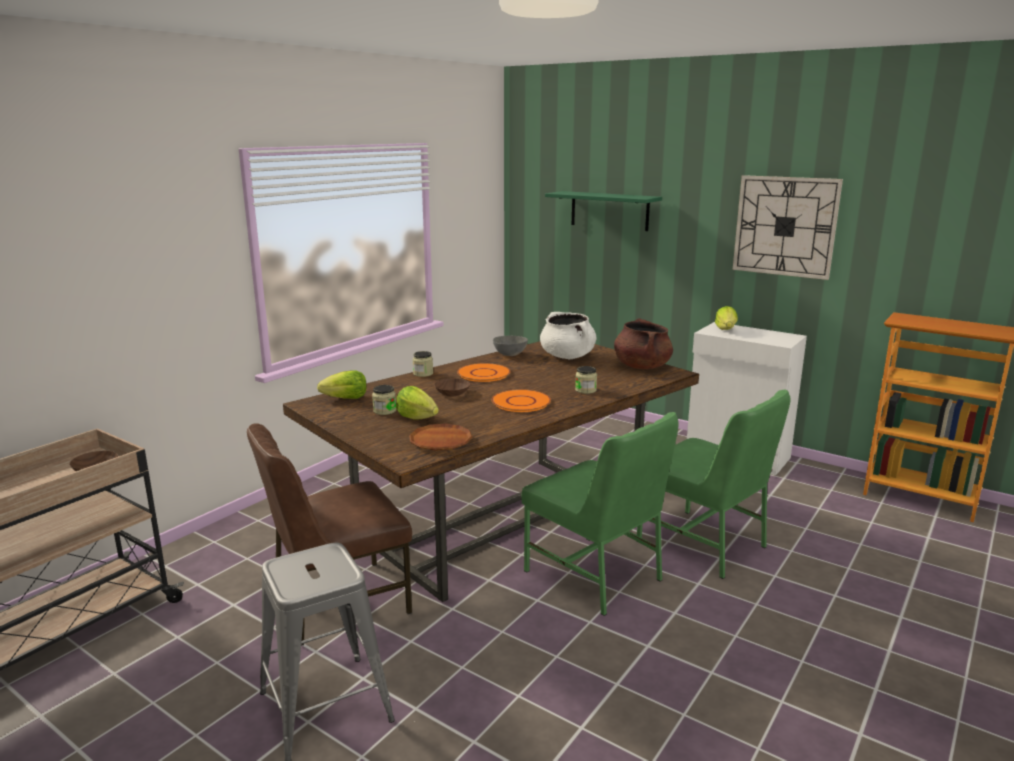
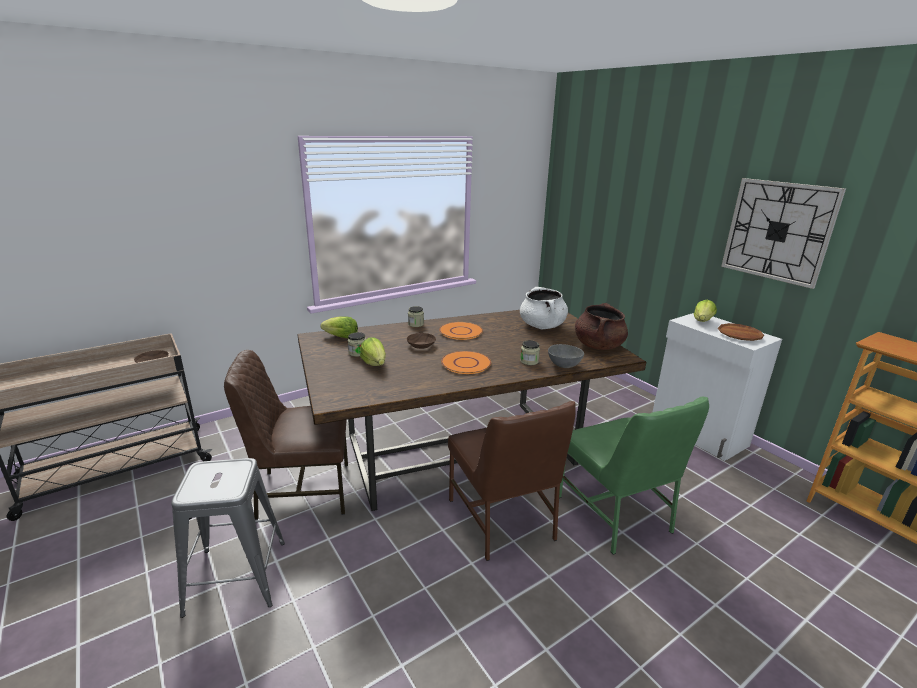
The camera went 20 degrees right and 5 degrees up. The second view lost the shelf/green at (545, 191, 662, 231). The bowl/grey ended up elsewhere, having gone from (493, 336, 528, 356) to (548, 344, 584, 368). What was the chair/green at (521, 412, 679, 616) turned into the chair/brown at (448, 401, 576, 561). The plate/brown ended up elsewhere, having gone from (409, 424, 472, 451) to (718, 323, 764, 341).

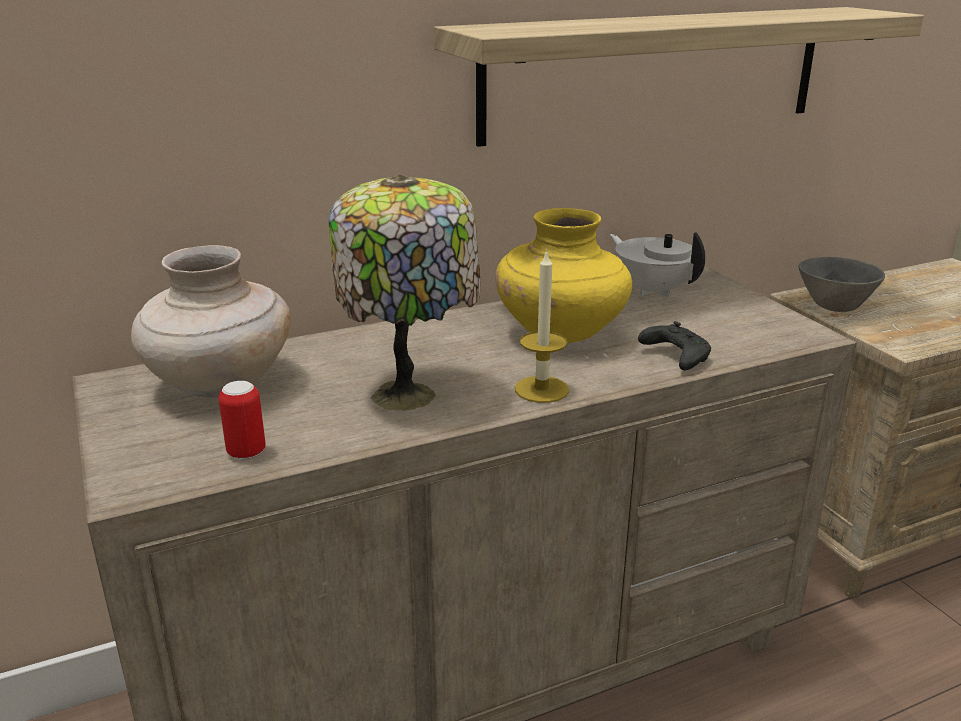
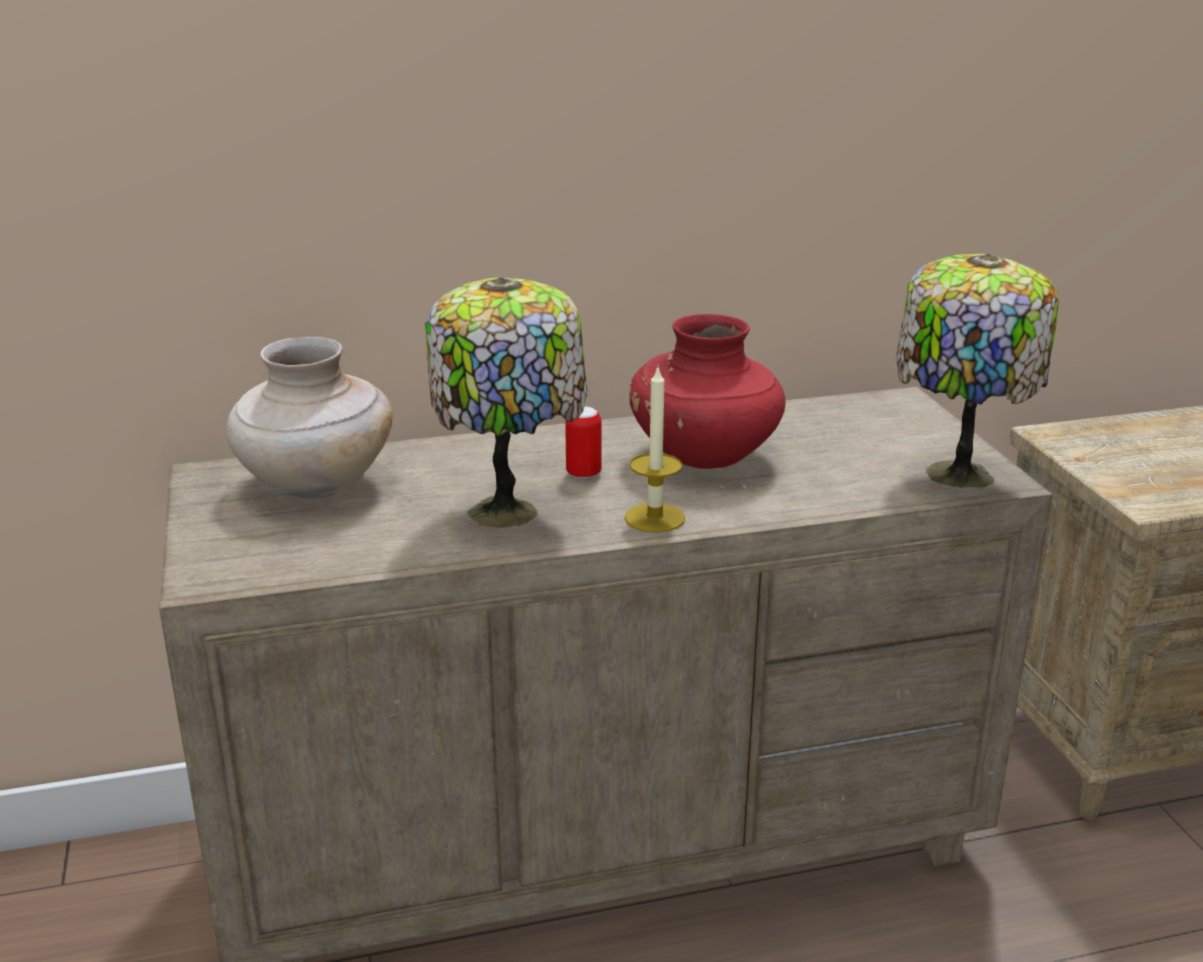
The camera went 10 degrees right and 0 degrees up. The second view lost the shelf at (434, 7, 924, 147). What was the vase/yellow at (495, 208, 632, 343) turned into the vase/red at (629, 314, 786, 469). The second view lost the teapot/white at (610, 232, 705, 297). The second view lost the bowl/grey at (799, 257, 885, 312). The second view lost the game controller/black at (638, 321, 711, 371). The can ended up elsewhere, having gone from (219, 381, 266, 460) to (565, 406, 601, 479). The second view gained the table lamp at (896, 254, 1059, 488).

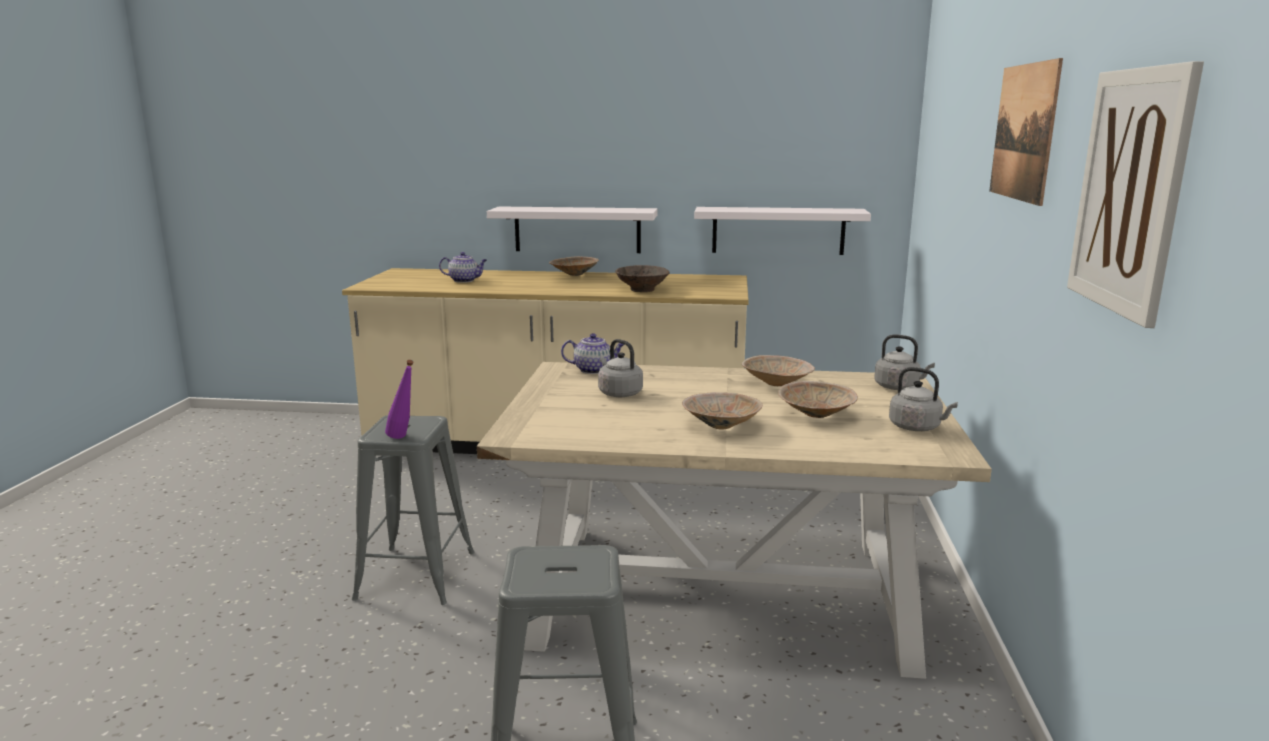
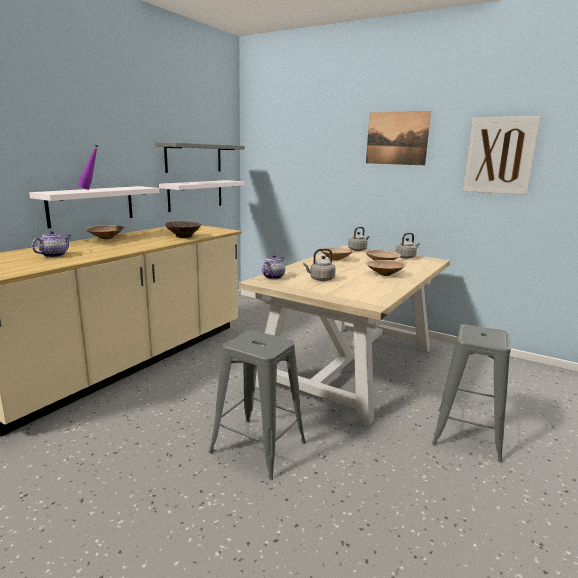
The camera went 65 degrees left and 0 degrees up. The bottle/purple ended up elsewhere, having gone from (385, 360, 413, 439) to (78, 145, 98, 190). The second view gained the shelf/grey at (156, 142, 245, 173).

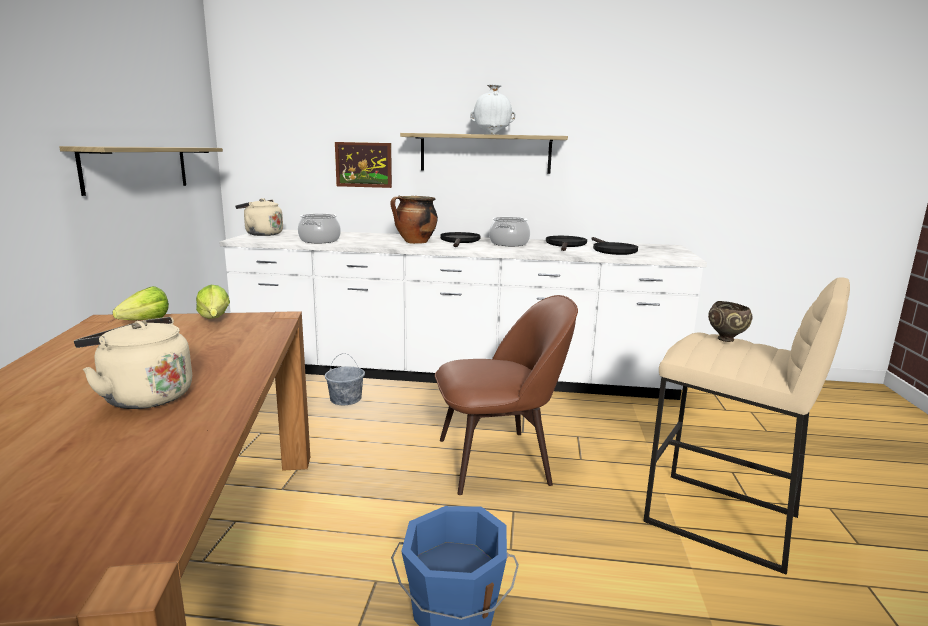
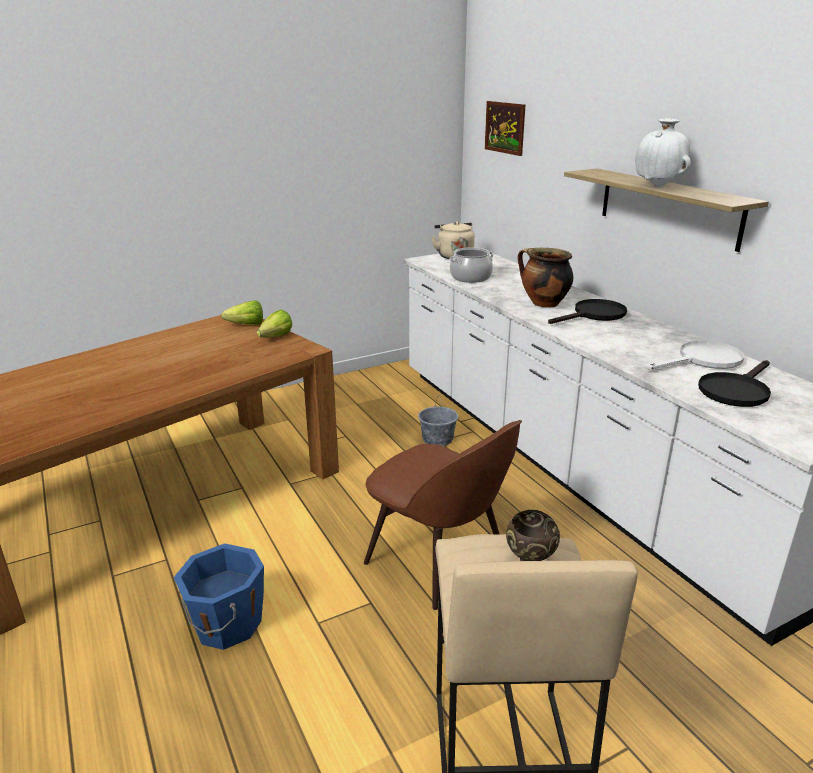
The camera went 55 degrees right and 10 degrees up. The picture ended up elsewhere, having gone from (335, 142, 392, 188) to (485, 101, 525, 156). The second view lost the shelf at (59, 146, 223, 196). The second view lost the cooking pot at (489, 217, 530, 246). What was the frying pan/black at (546, 236, 587, 251) turned into the frying pan/white at (647, 340, 744, 370). The second view lost the kettle/beige at (74, 317, 192, 409).

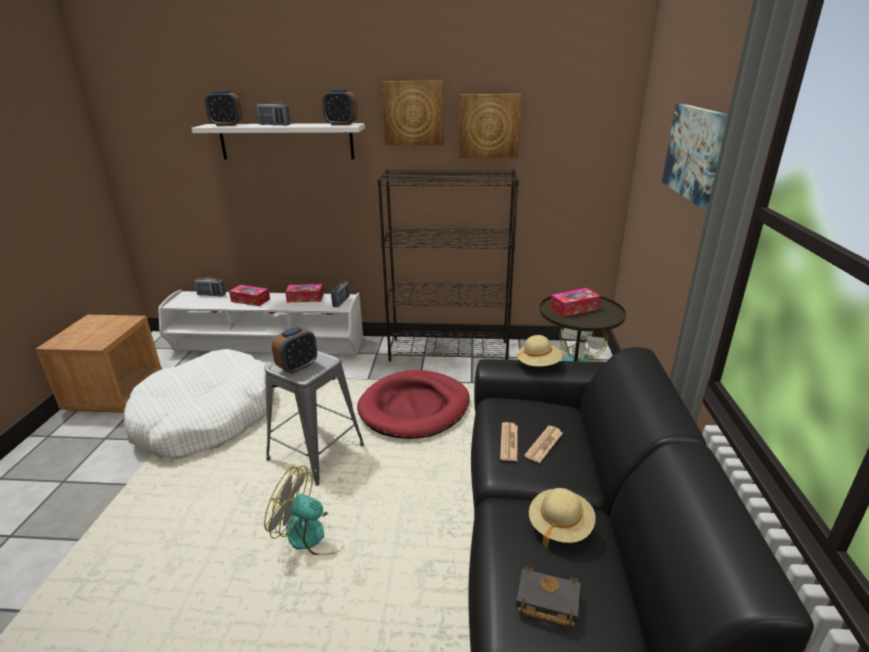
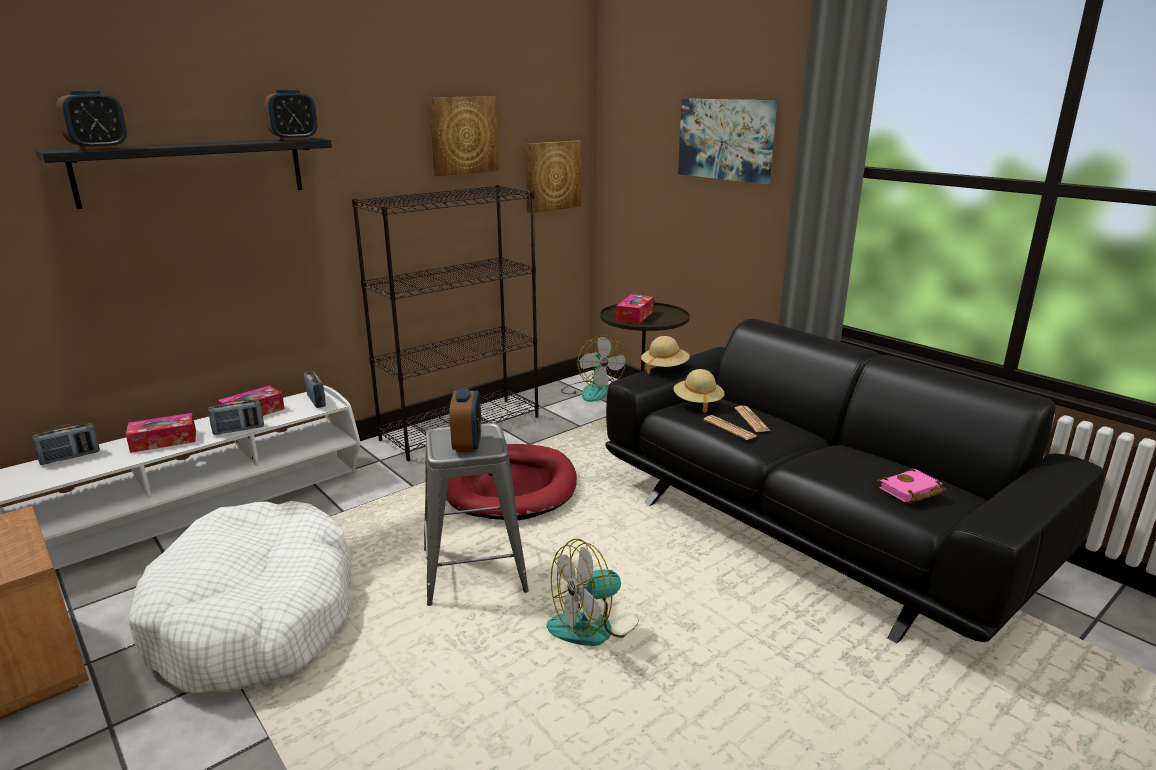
The camera went 45 degrees left and 5 degrees down. The picture ended up elsewhere, having gone from (382, 80, 444, 145) to (526, 140, 581, 213). The radio ended up elsewhere, having gone from (256, 101, 291, 126) to (208, 399, 264, 435). What was the shelf/white at (191, 123, 365, 160) turned into the shelf/black at (35, 138, 332, 209). The hat/beige ended up elsewhere, having gone from (529, 488, 596, 548) to (674, 369, 725, 413). What was the book/black at (516, 566, 580, 627) turned into the book/pink at (877, 468, 946, 504).

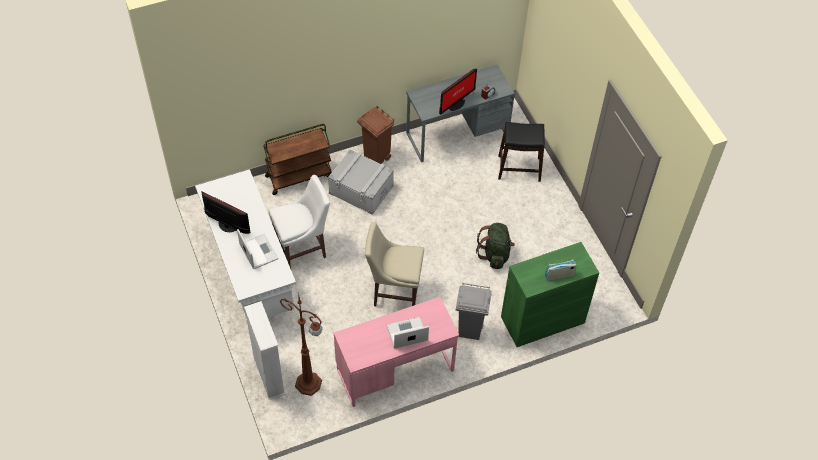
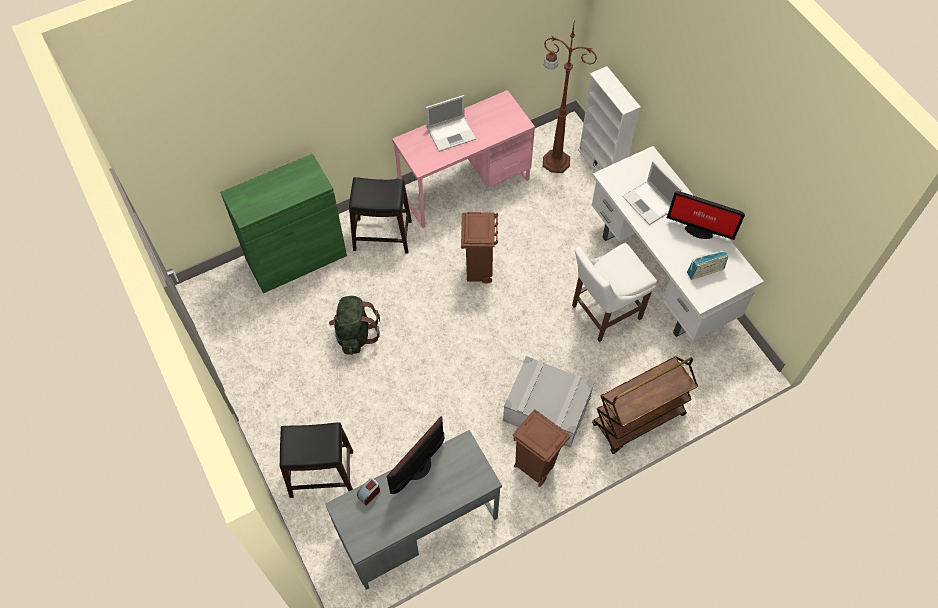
The camera went 175 degrees right and 5 degrees up. Where the chair/beige stood at (365, 222, 424, 306), the trash can/brown came to stand at (461, 212, 498, 284). The radio ended up elsewhere, having gone from (545, 259, 577, 281) to (687, 250, 728, 280). Where the trash can/grey stood at (456, 283, 492, 340), the stool/black came to stand at (349, 177, 412, 254).

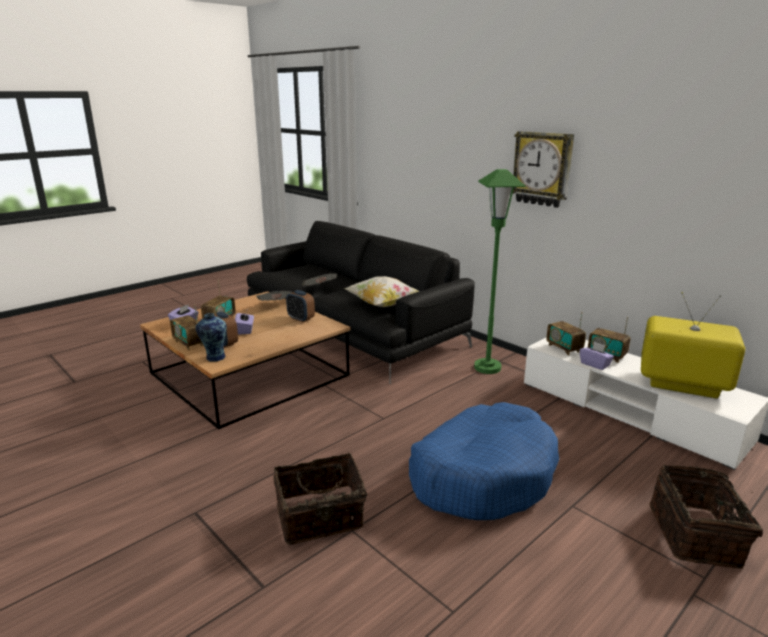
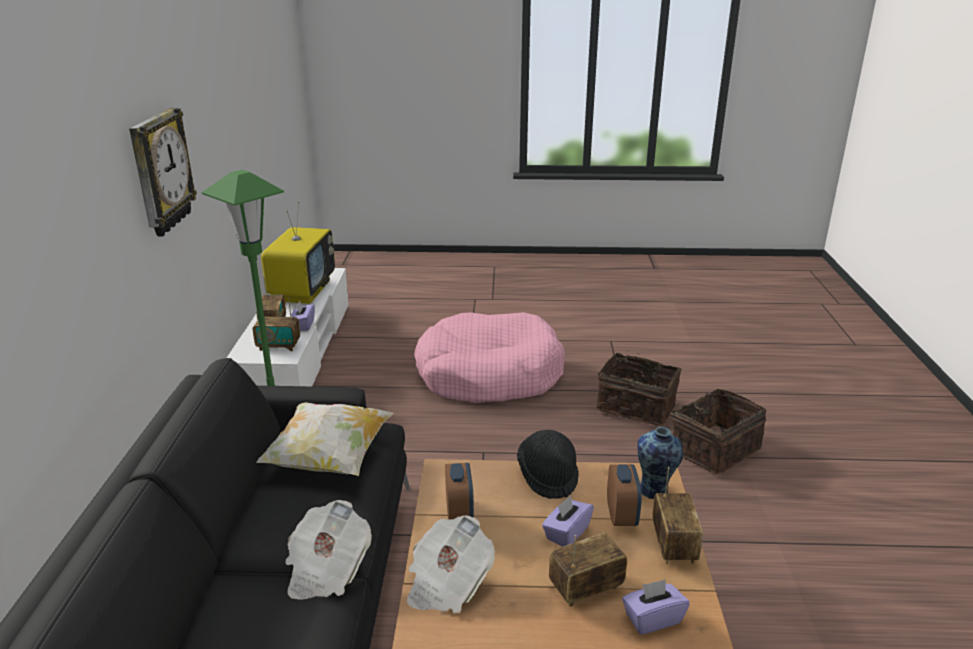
The camera went 135 degrees left and 5 degrees up. The television at (641, 292, 745, 398) ended up facing another way, 150 degrees counterclockwise from before. The radio at (546, 312, 586, 355) ended up facing another way, 75 degrees clockwise from before. What was the dog bed/blue at (409, 402, 559, 520) turned into the dog bed/pink at (414, 312, 565, 403). The basket ended up elsewhere, having gone from (649, 465, 763, 569) to (663, 389, 766, 474). The second view gained the hat/black at (517, 430, 579, 499).

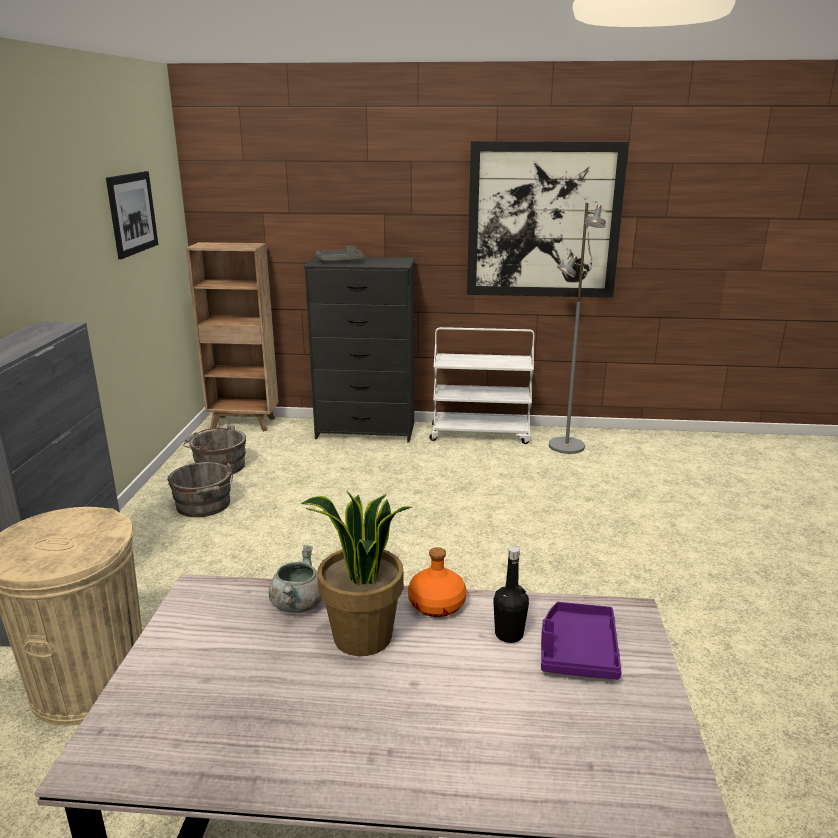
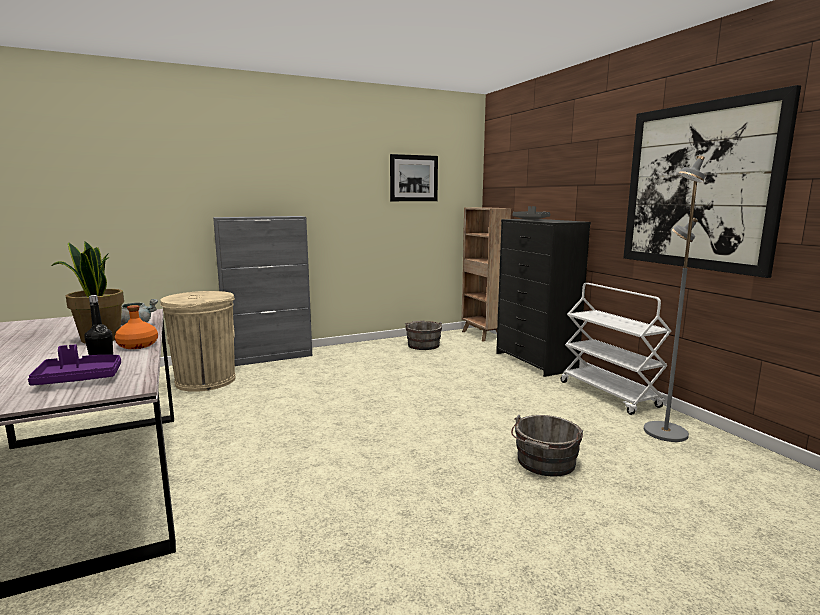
The camera went 60 degrees right and 10 degrees down. The bucket/grey ended up elsewhere, having gone from (167, 462, 233, 517) to (511, 415, 583, 476).

